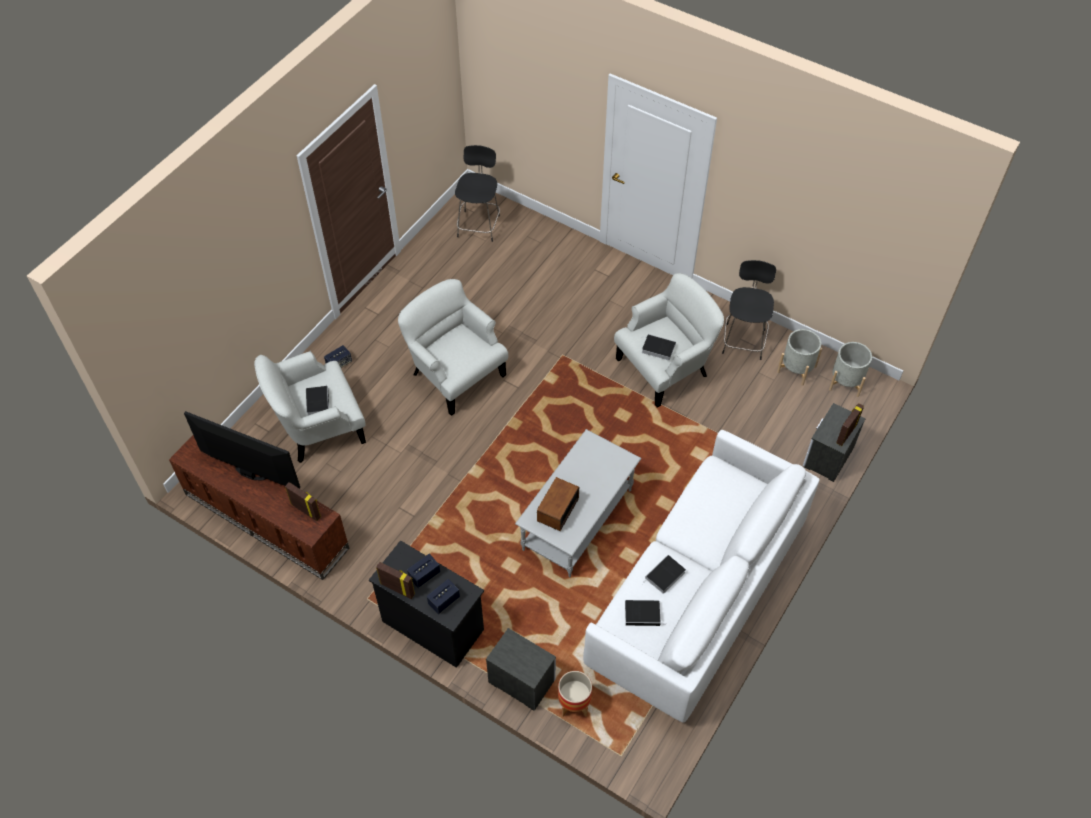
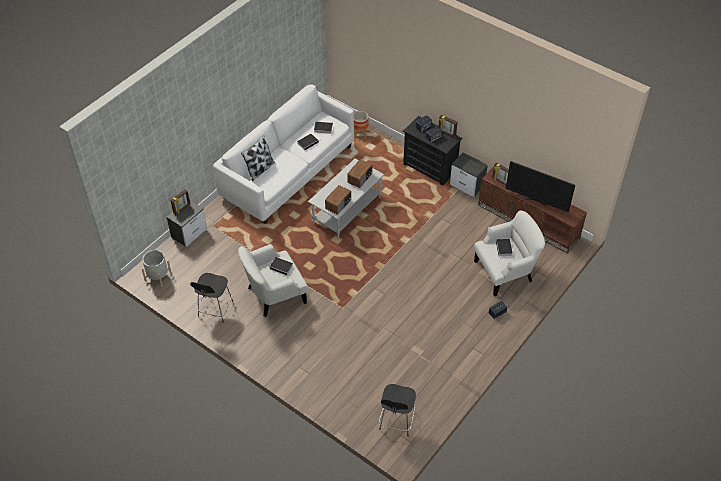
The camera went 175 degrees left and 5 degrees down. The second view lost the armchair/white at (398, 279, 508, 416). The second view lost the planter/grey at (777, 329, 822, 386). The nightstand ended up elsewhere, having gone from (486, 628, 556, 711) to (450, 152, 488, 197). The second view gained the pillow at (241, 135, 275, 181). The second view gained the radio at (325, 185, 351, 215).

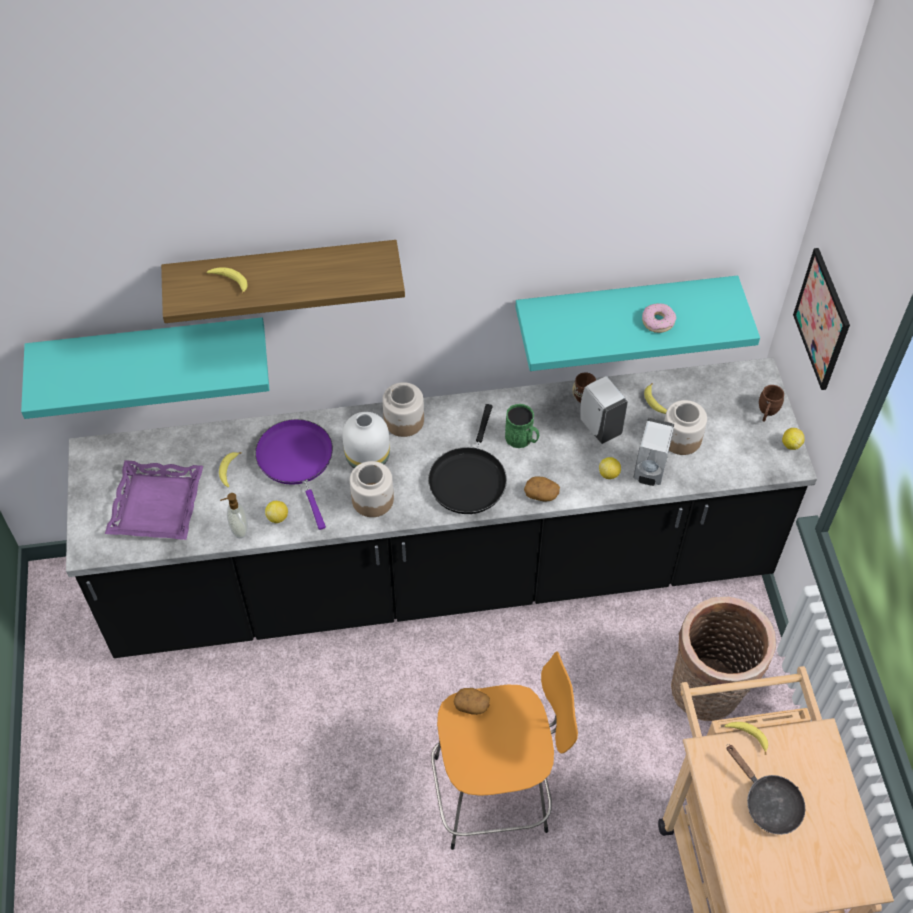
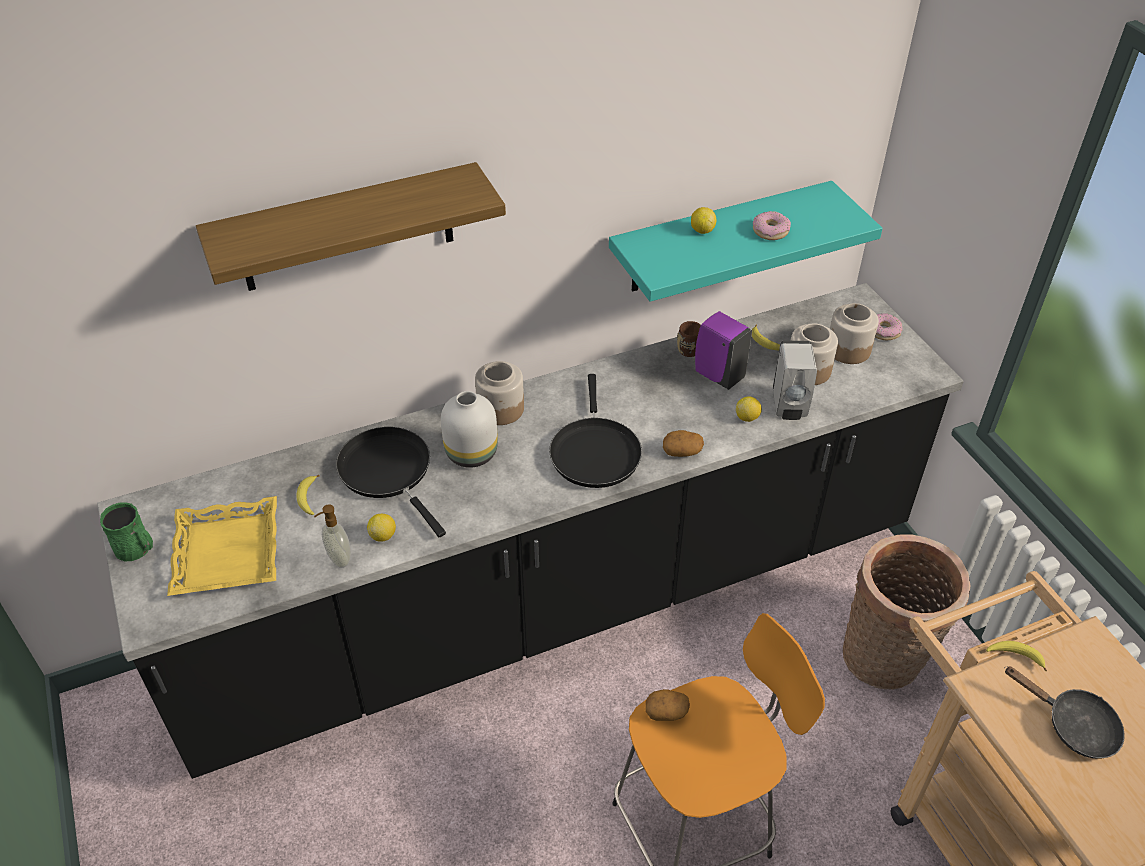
The camera went 15 degrees left and 10 degrees down. The second view lost the picture at (793, 248, 850, 390). The second view lost the banana at (207, 267, 248, 295). The second view lost the shelf/turquoise at (21, 317, 269, 419). What was the soap dispenser/white at (580, 376, 628, 444) turned into the soap dispenser/purple at (695, 311, 752, 390). Where the mug/brown stood at (759, 385, 784, 422), the donut came to stand at (875, 313, 903, 340). The mug/green ended up elsewhere, having gone from (505, 404, 539, 448) to (100, 502, 153, 562). What was the frying pan/purple at (255, 419, 333, 530) turned into the frying pan/black at (336, 427, 446, 537). The lemon ended up elsewhere, having gone from (782, 428, 805, 450) to (691, 207, 717, 234). What was the tray/purple at (105, 460, 203, 540) turned into the tray/yellow at (167, 496, 277, 596). The jar ended up elsewhere, having gone from (350, 461, 394, 517) to (830, 303, 879, 364).

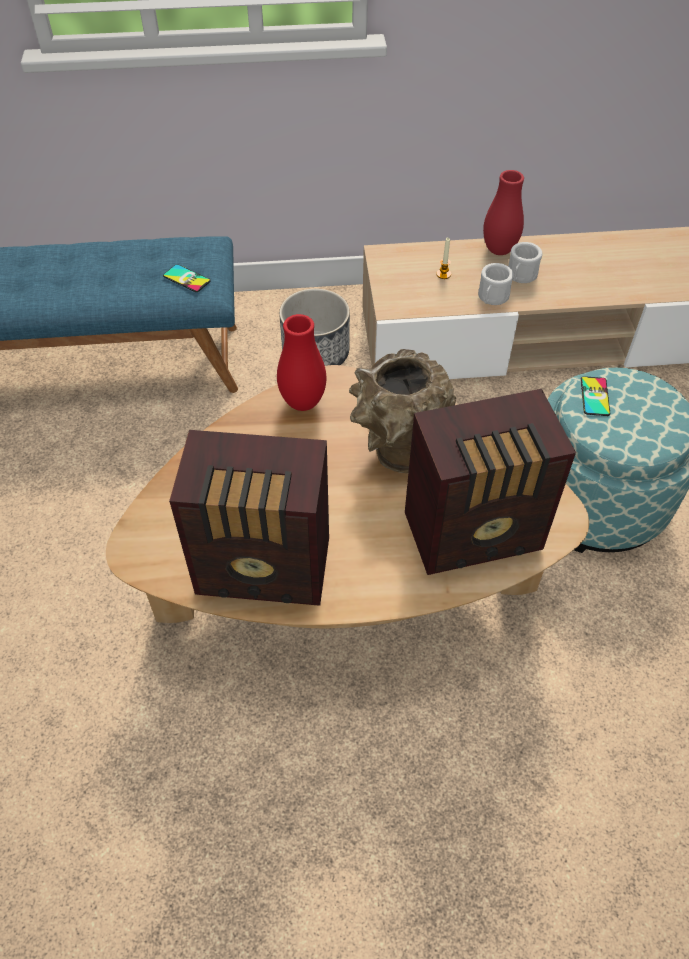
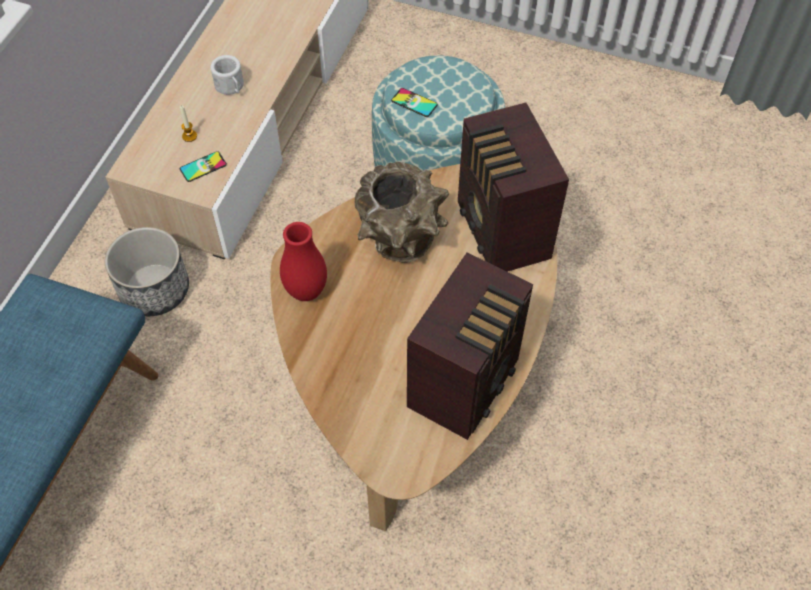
The camera went 65 degrees left and 5 degrees up. The second view lost the vase/red at (483, 170, 524, 255). The second view lost the mug/white at (478, 263, 514, 305). The phone ended up elsewhere, having gone from (163, 264, 211, 292) to (180, 151, 227, 182). The radio at (405, 389, 576, 575) ended up facing another way, 150 degrees clockwise from before.

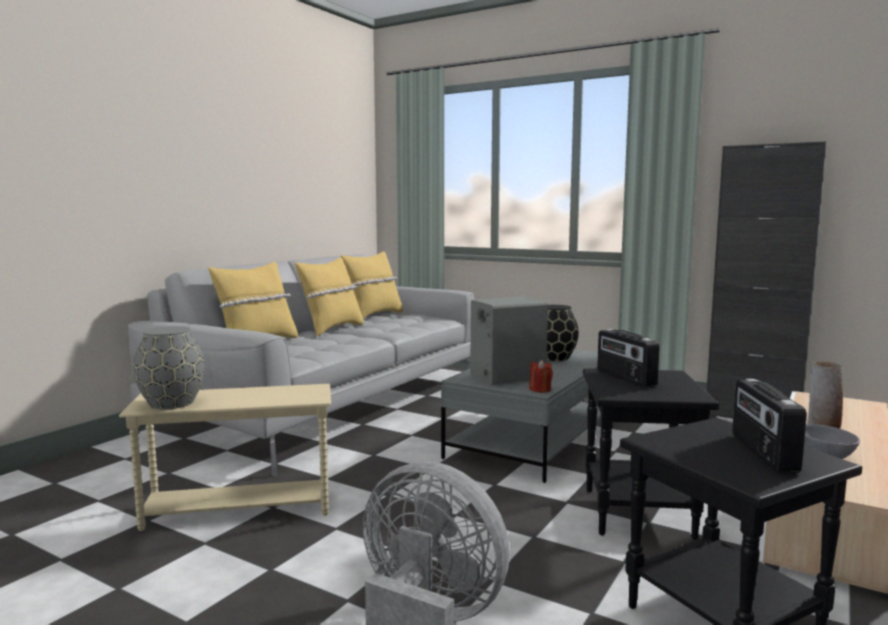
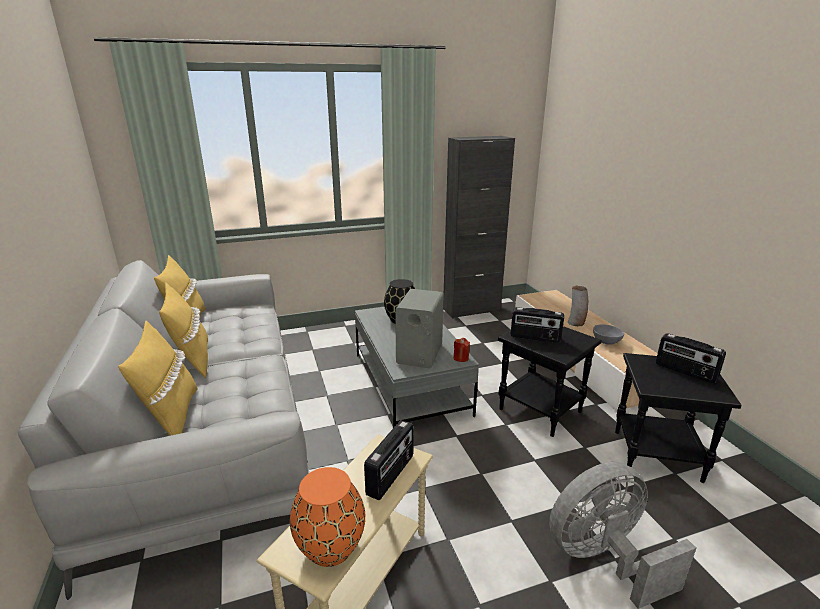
The camera went 50 degrees left and 15 degrees up. What was the vase/grey at (133, 326, 205, 409) turned into the vase/orange at (290, 467, 365, 567). The second view gained the radio at (364, 420, 414, 500).

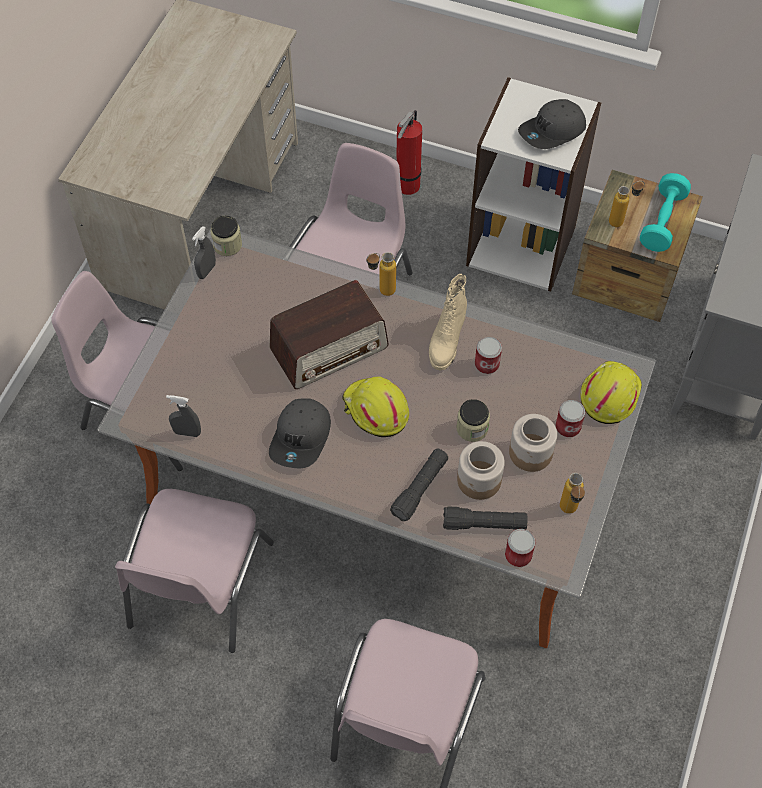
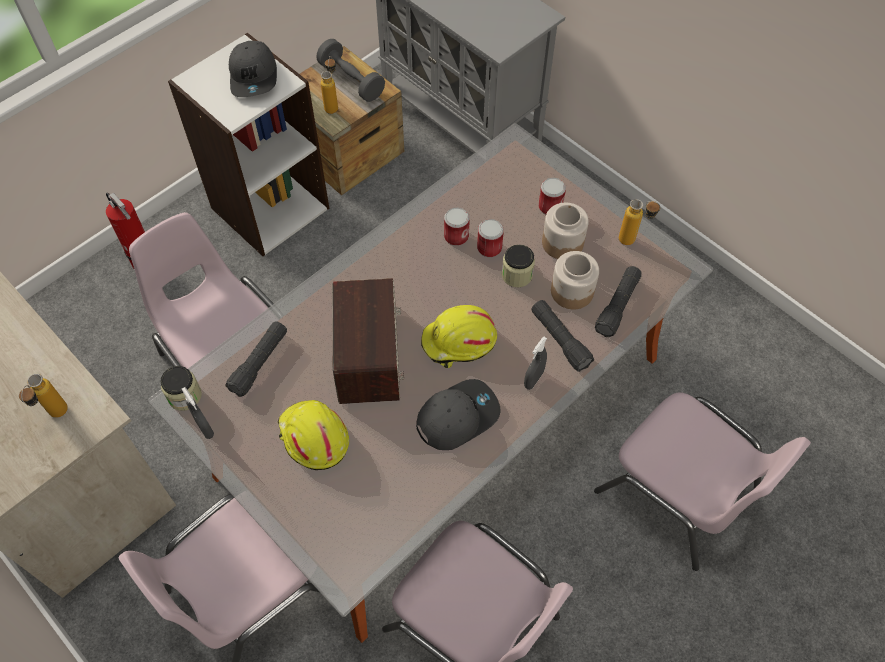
The camera went 65 degrees left and 0 degrees up. What was the dumbbell/turquoise at (640, 173, 691, 252) turned into the dumbbell/grey at (317, 39, 385, 102). The bottle ended up elsewhere, having gone from (366, 252, 396, 296) to (19, 374, 68, 418). The second view lost the boot/beige at (429, 274, 467, 371). The hard hat/yellow ended up elsewhere, having gone from (581, 361, 642, 424) to (278, 400, 349, 470). The spray bottle/grey ended up elsewhere, having gone from (166, 395, 201, 437) to (524, 337, 547, 390). The cap/grey at (269, 398, 331, 468) ended up facing another way, 75 degrees counterclockwise from before. The can ended up elsewhere, having gone from (505, 529, 536, 567) to (477, 219, 504, 257). The second view gained the flashlight/black at (225, 321, 287, 397).

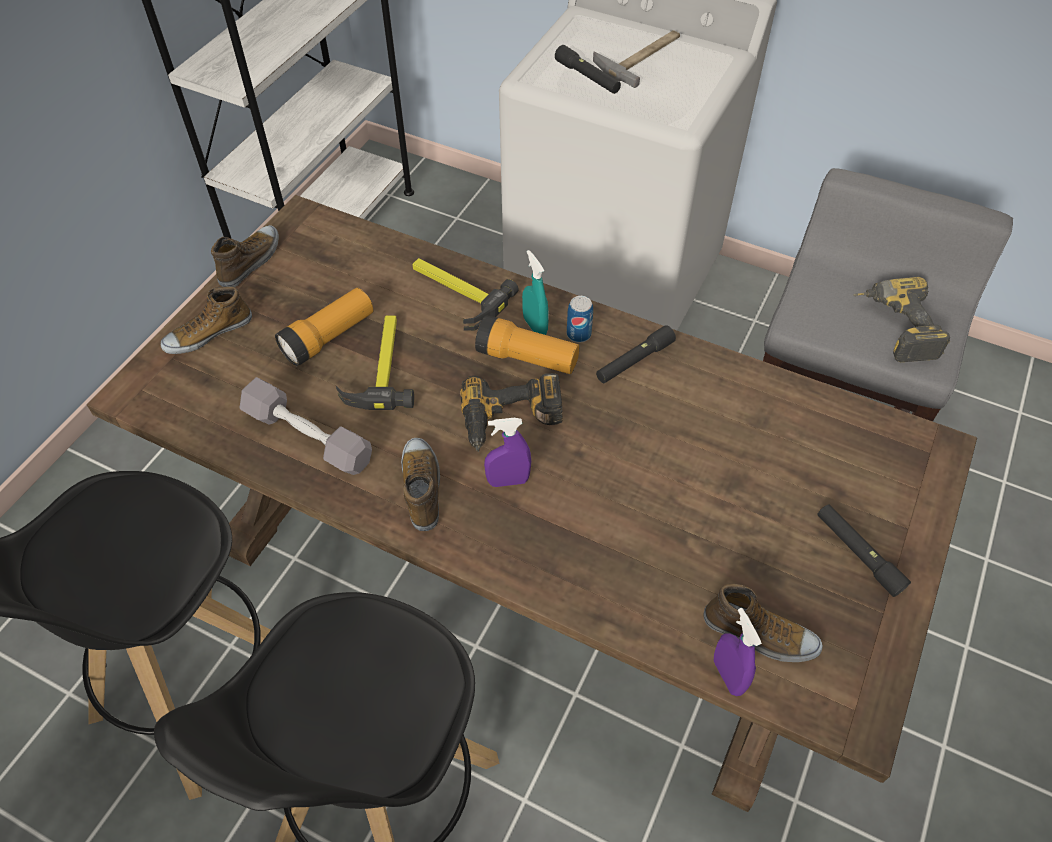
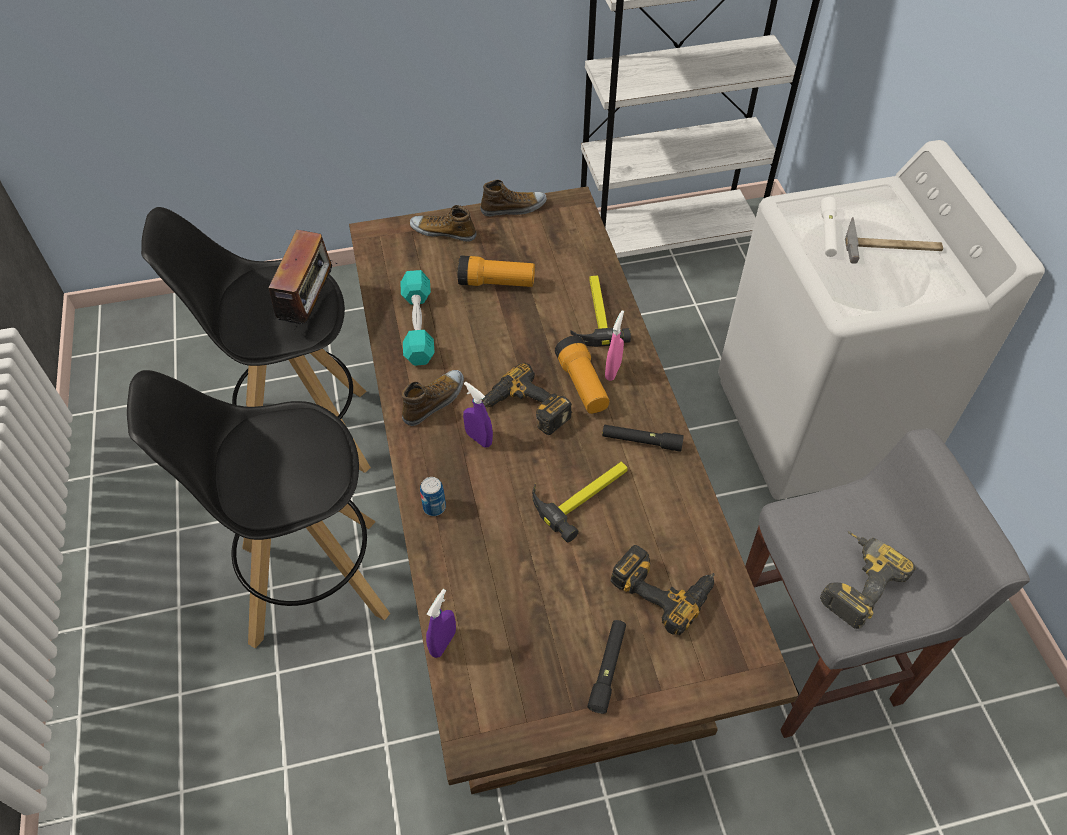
The camera went 50 degrees right and 0 degrees up. What was the flashlight/black at (555, 45, 621, 94) turned into the flashlight/white at (821, 197, 837, 257). What was the spray bottle/turquoise at (522, 250, 549, 335) turned into the spray bottle/pink at (605, 310, 624, 381). The can ended up elsewhere, having gone from (567, 296, 593, 342) to (420, 477, 446, 516). The hammer ended up elsewhere, having gone from (336, 316, 414, 410) to (532, 461, 628, 542). What was the dumbbell/grey at (240, 377, 372, 475) turned into the dumbbell/turquoise at (400, 270, 435, 366). The second view lost the shoe at (704, 584, 823, 662). The second view gained the radio at (268, 230, 337, 330). The second view gained the power drill at (610, 545, 714, 635).

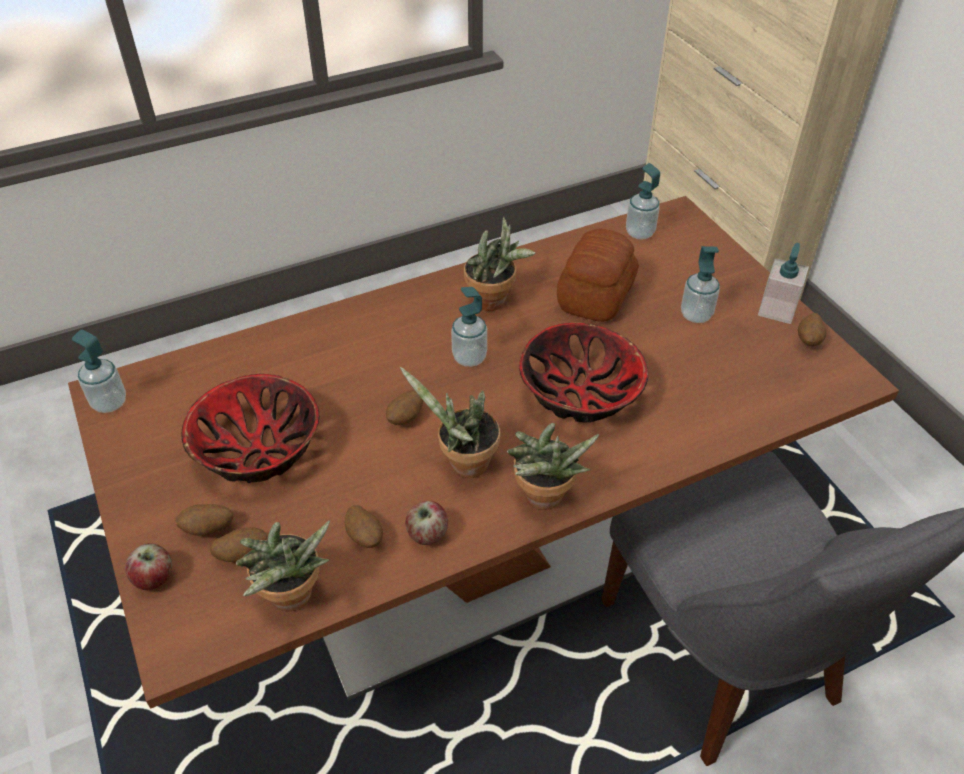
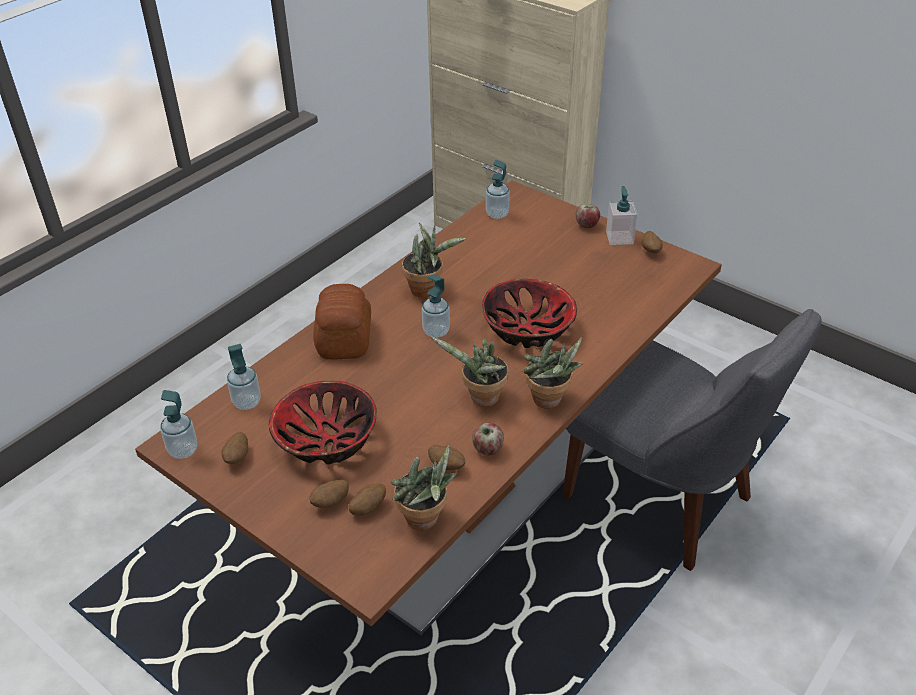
The camera went 25 degrees left and 5 degrees down. The bread ended up elsewhere, having gone from (557, 229, 639, 322) to (313, 284, 371, 359). The soap dispenser ended up elsewhere, having gone from (681, 246, 720, 323) to (227, 344, 261, 410). The potato ended up elsewhere, having gone from (386, 390, 423, 425) to (221, 432, 248, 464). The apple ended up elsewhere, having gone from (125, 543, 172, 590) to (576, 204, 600, 228).

